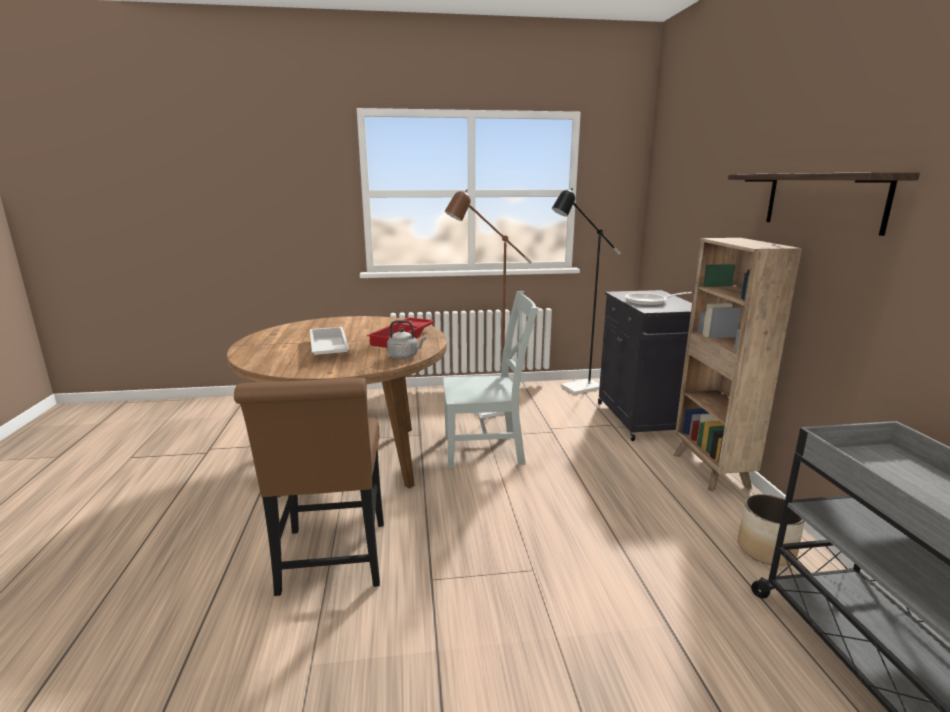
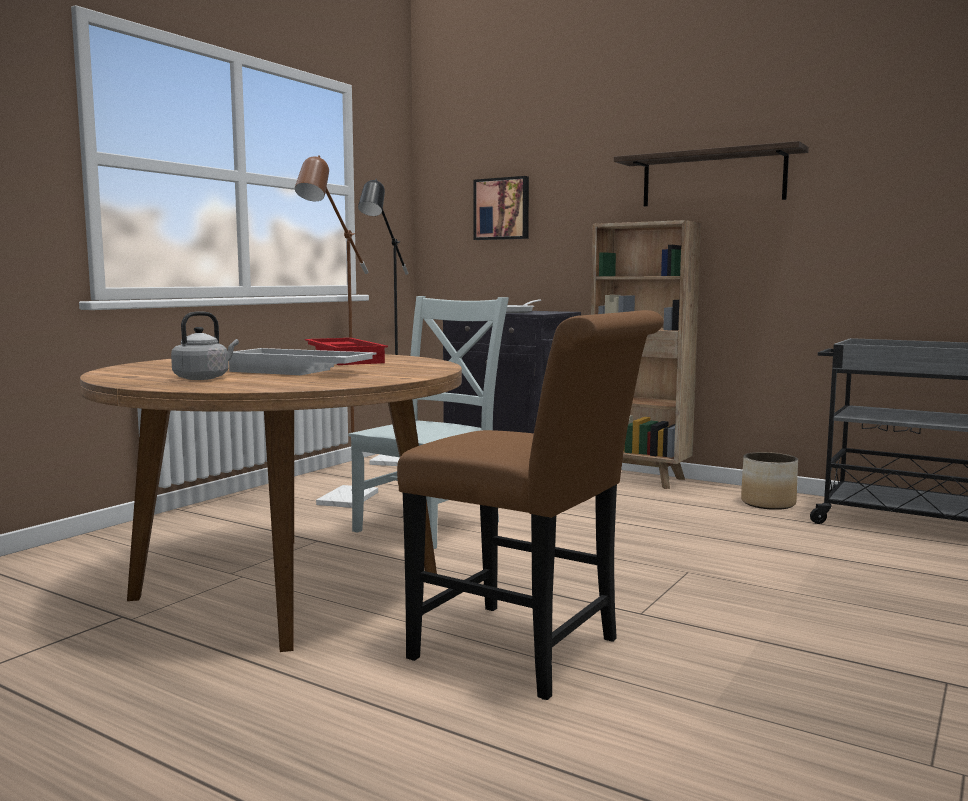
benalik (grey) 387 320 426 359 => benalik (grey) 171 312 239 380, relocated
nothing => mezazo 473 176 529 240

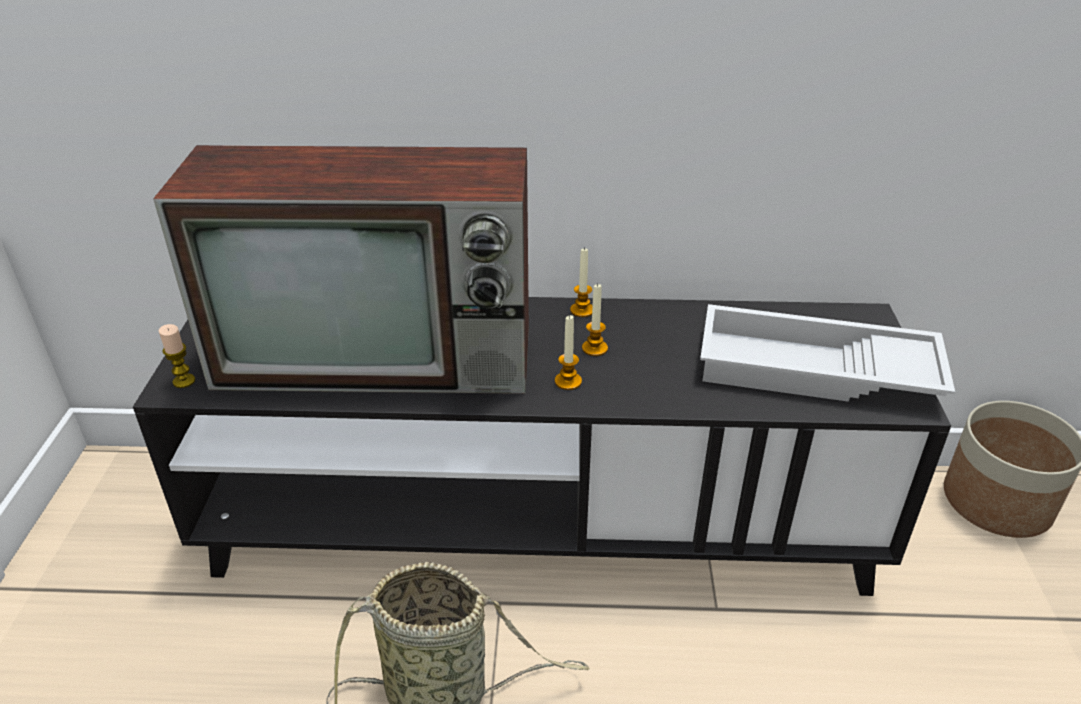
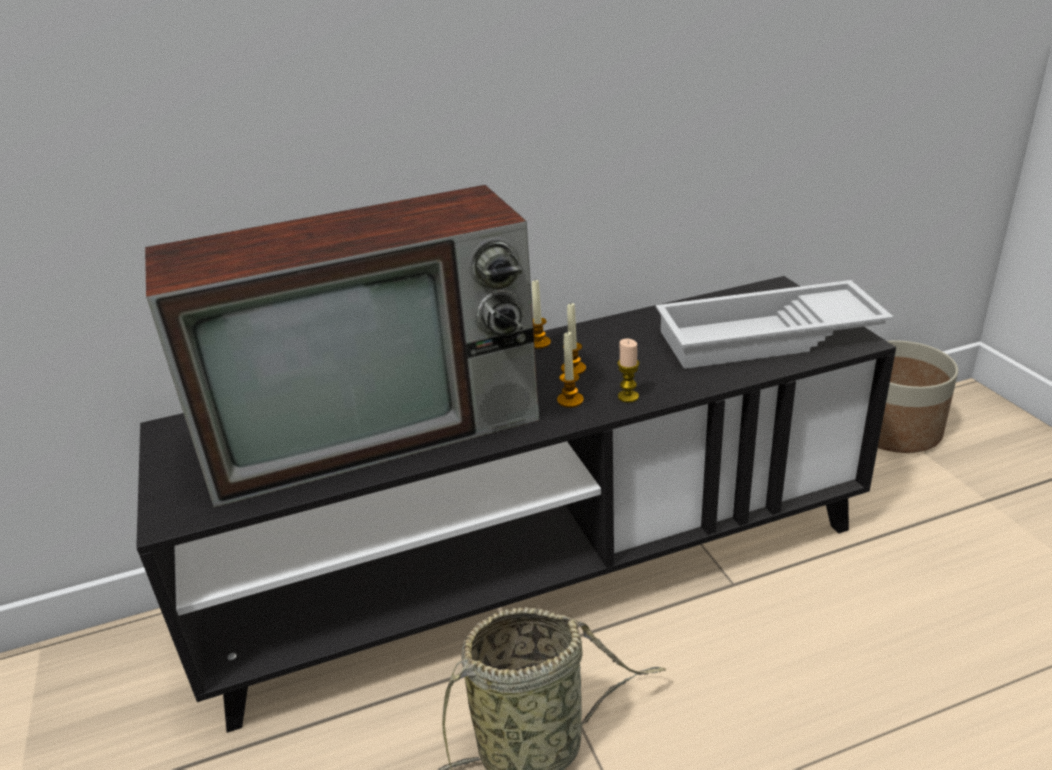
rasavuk 159 324 195 388 => rasavuk 617 339 639 403, relocated

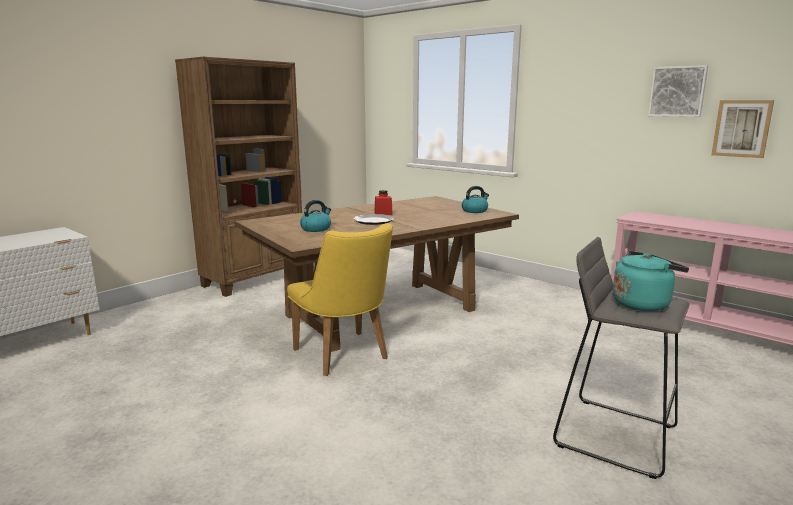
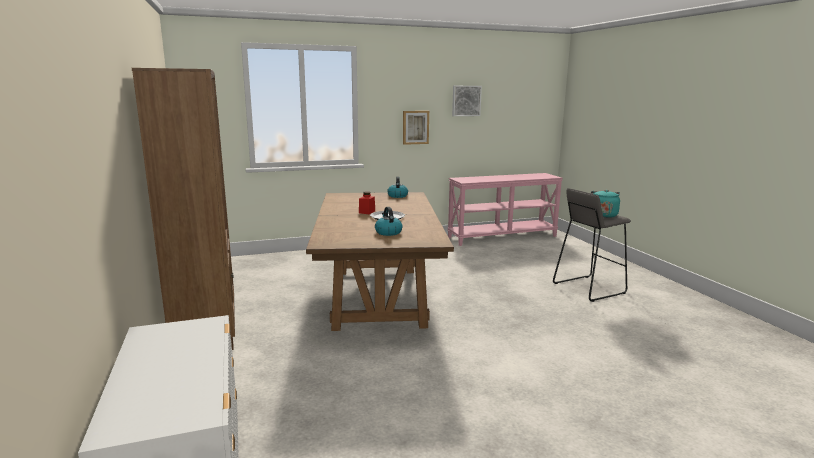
mezazo 711 100 774 158 => mezazo 403 111 429 145, relocated
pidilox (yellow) 287 223 393 376 => nothing

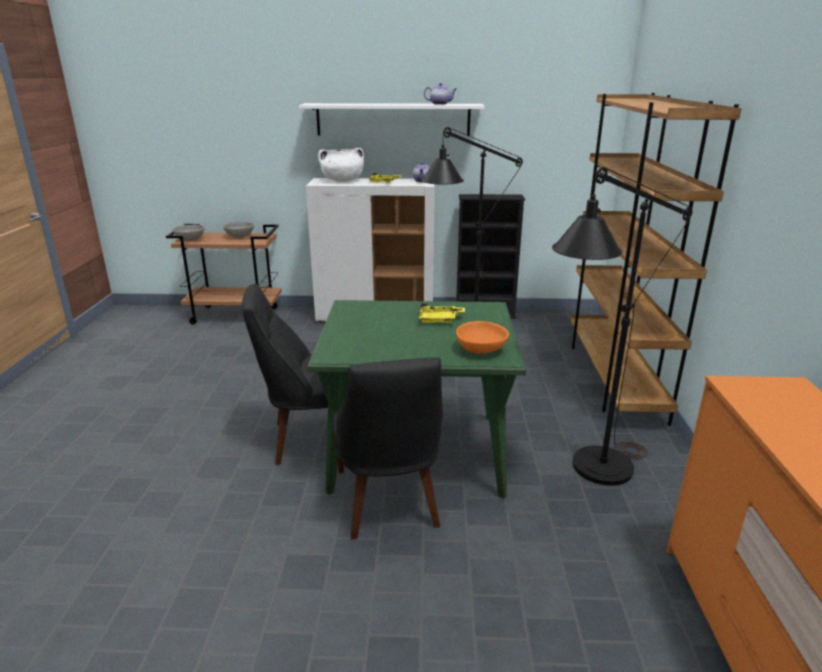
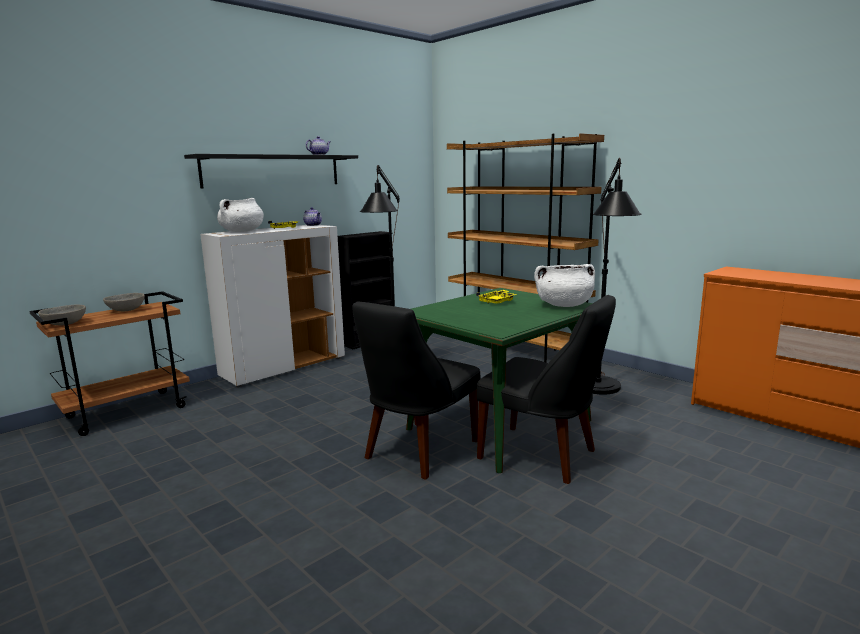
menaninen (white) 299 103 485 136 => menaninen (black) 184 154 358 189
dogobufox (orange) 456 321 509 354 => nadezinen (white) 534 264 595 307

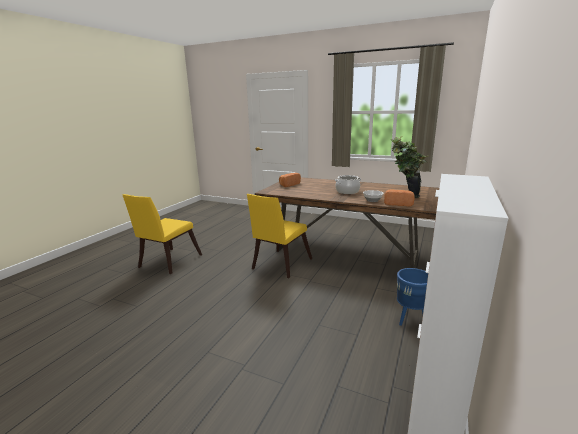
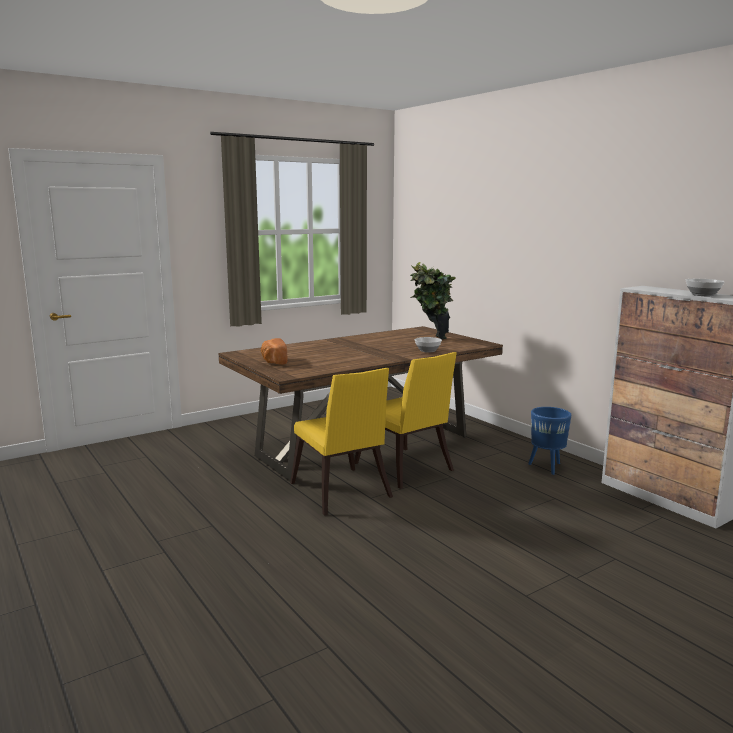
nadezinen 335 175 361 194 => nothing
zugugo 384 189 414 206 => nothing
pidilox (yellow) 122 194 202 274 => pidilox (yellow) 354 352 457 489, relocated
nothing => dogobufox 686 279 725 296

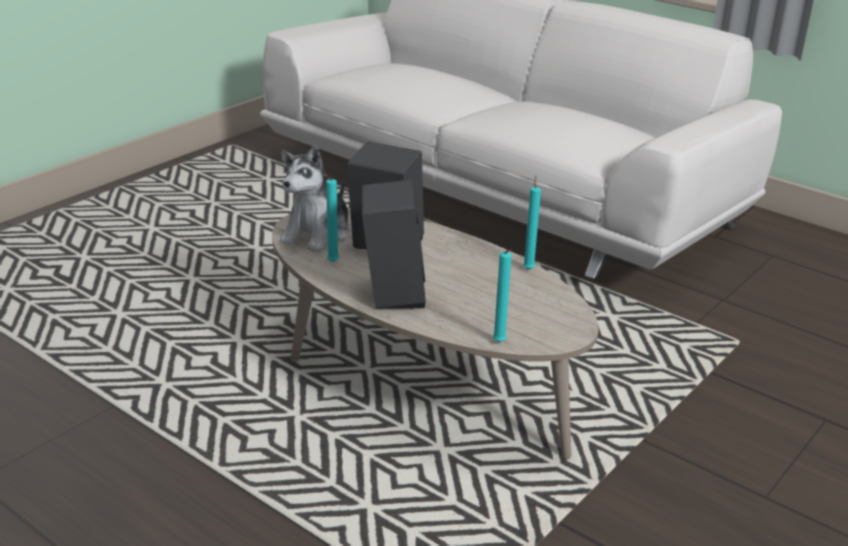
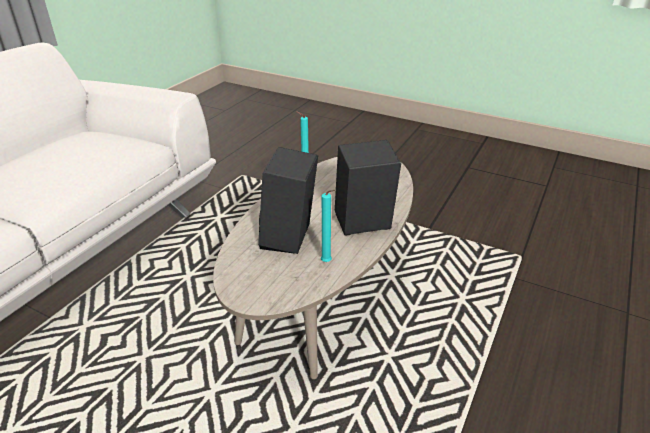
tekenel 280 145 351 253 => nothing
rasavuk (turquoise) 493 249 512 342 => nothing

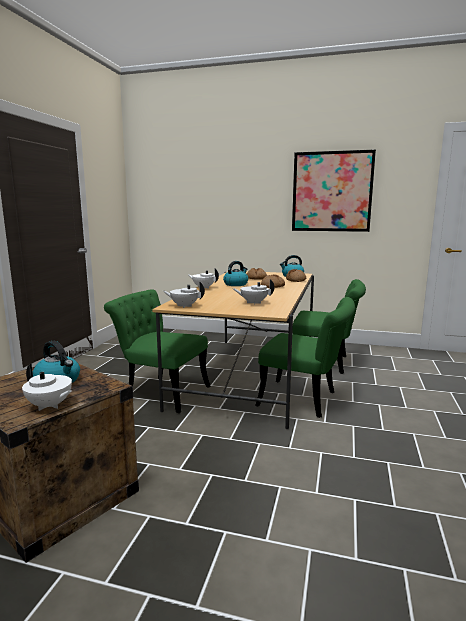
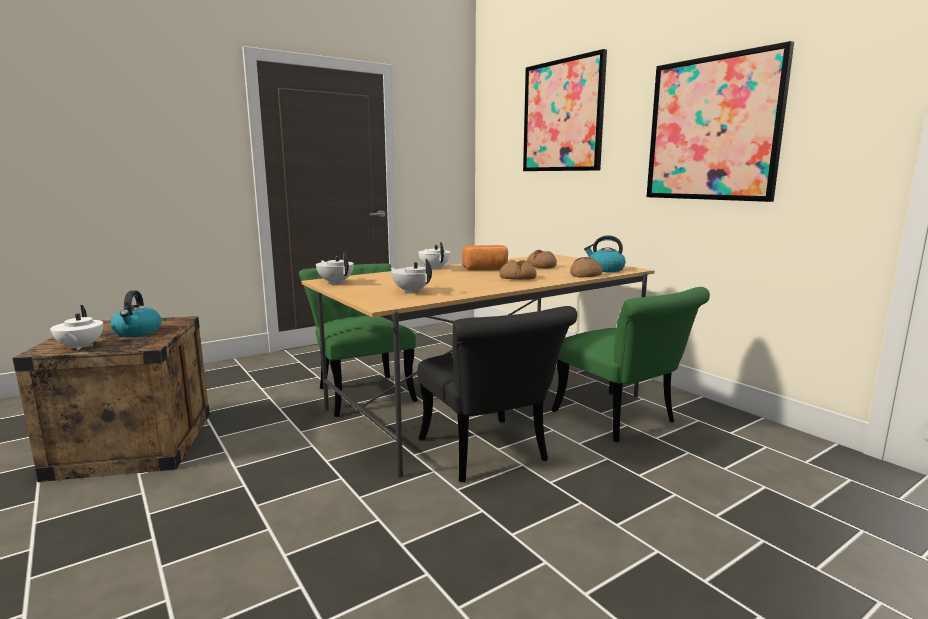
benalik 223 261 248 286 => zugugo 462 245 508 270
pidilox (green) 255 297 355 418 => pidilox (black) 418 306 577 482
nothing => mezazo 523 49 607 171

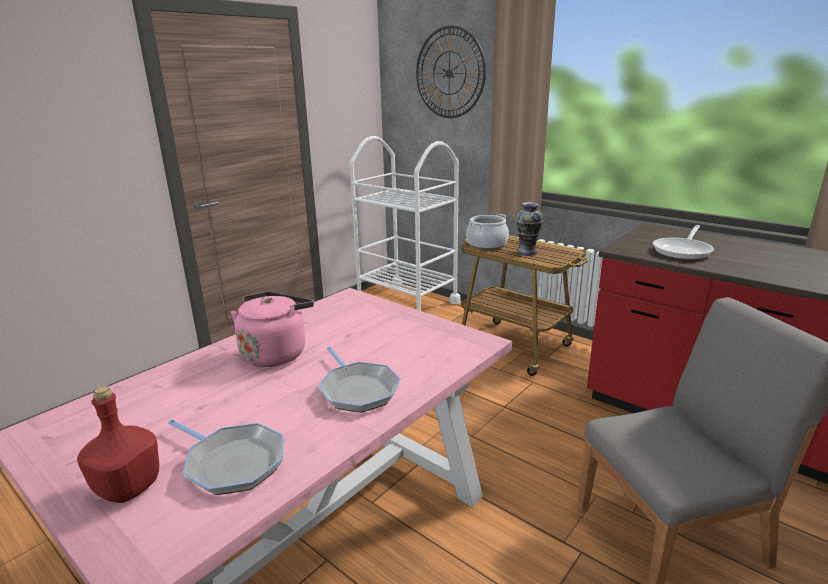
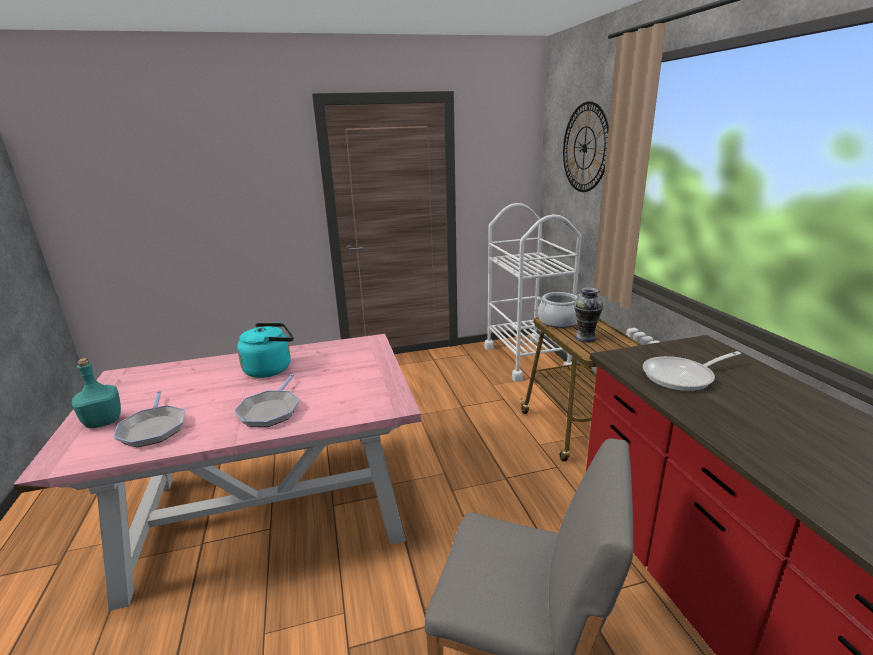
benalik (pink) 231 292 314 367 => benalik (turquoise) 237 323 294 378
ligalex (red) 77 386 159 503 => ligalex (turquoise) 72 358 121 428

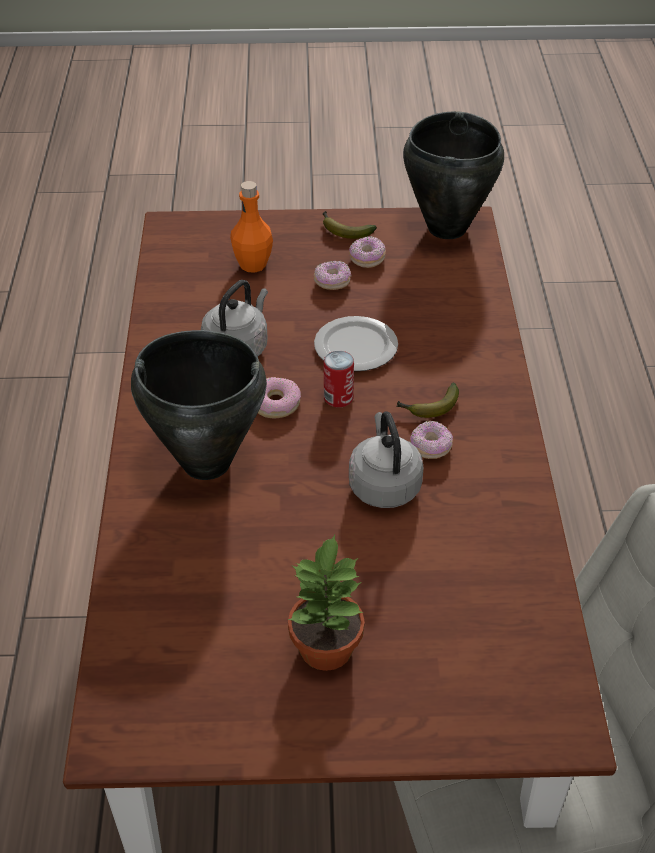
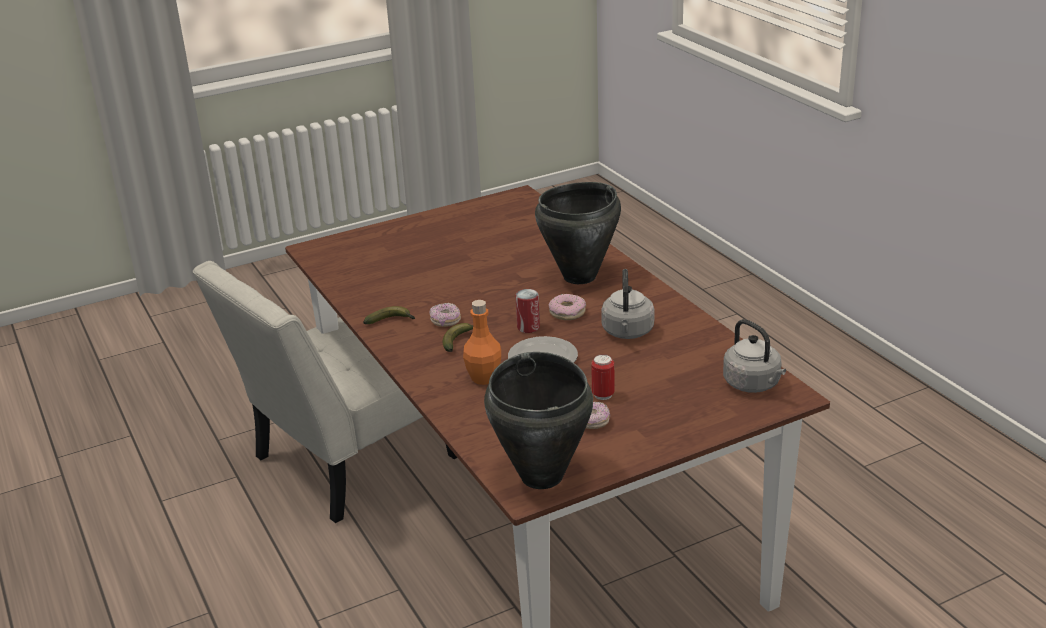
ligalex (orange) 230 181 273 273 => ligalex (orange) 463 300 501 385, relocated
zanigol 323 211 377 239 => zanigol 363 306 415 324, relocated
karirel 314 261 351 290 => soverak 591 354 615 400
benalik (grey) 349 411 424 508 => benalik (grey) 723 319 786 393, relocated
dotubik 288 534 365 671 => nothing

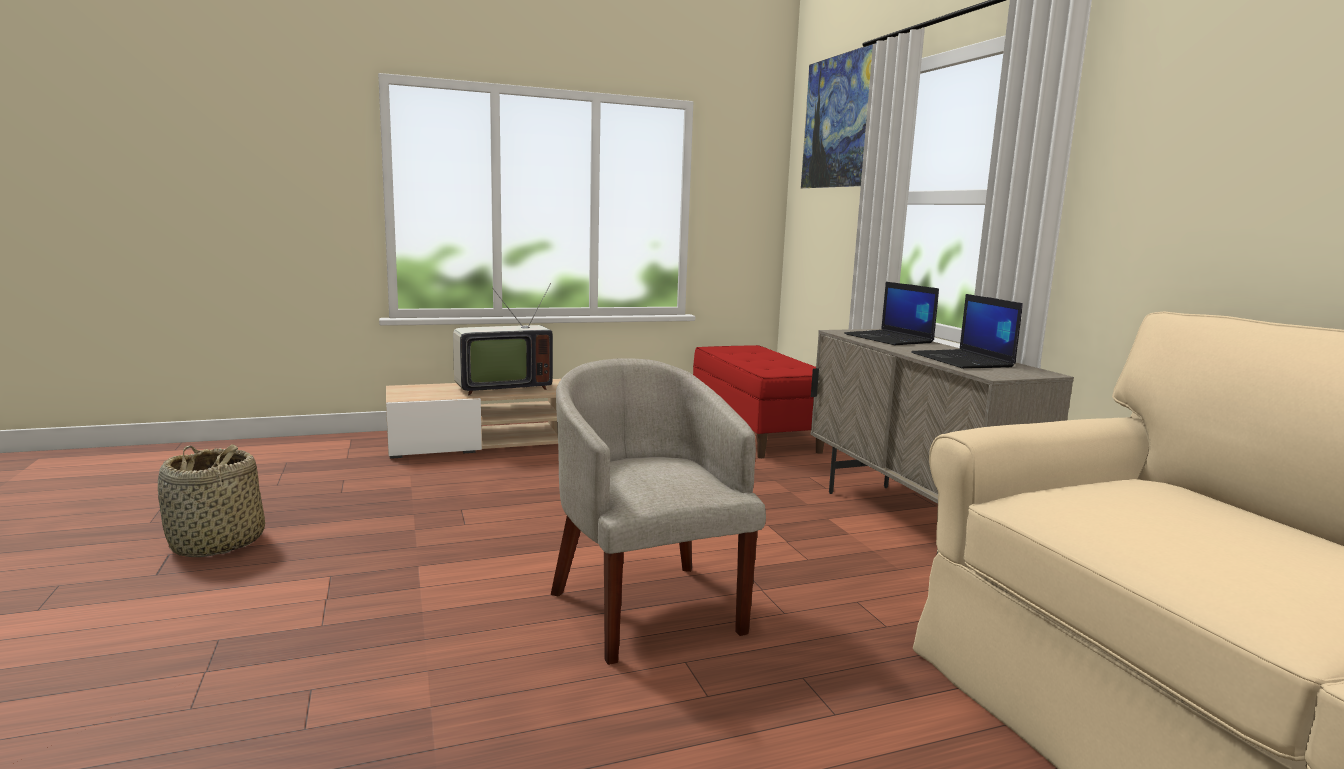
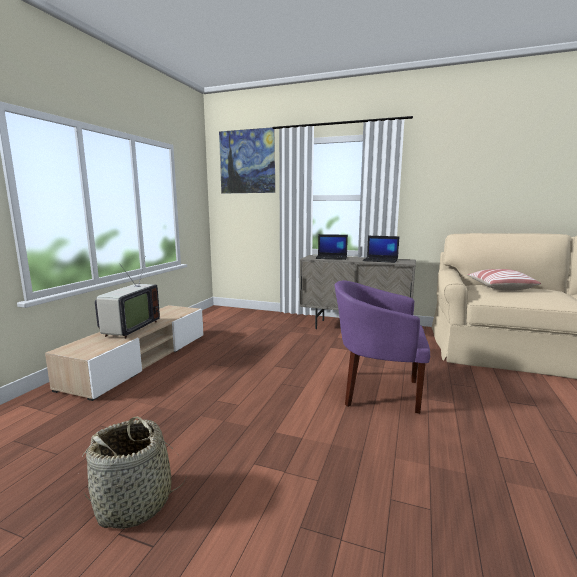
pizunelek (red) 693 345 824 458 => nothing
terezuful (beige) 551 359 766 665 => terezuful (purple) 335 280 430 414
nothing => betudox 467 269 541 291

